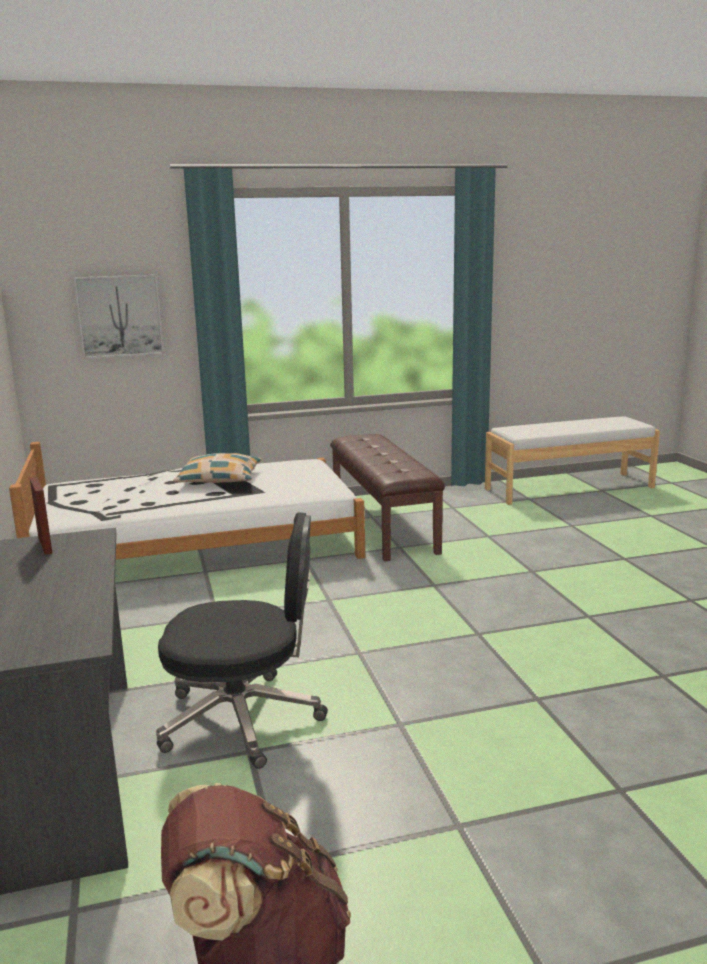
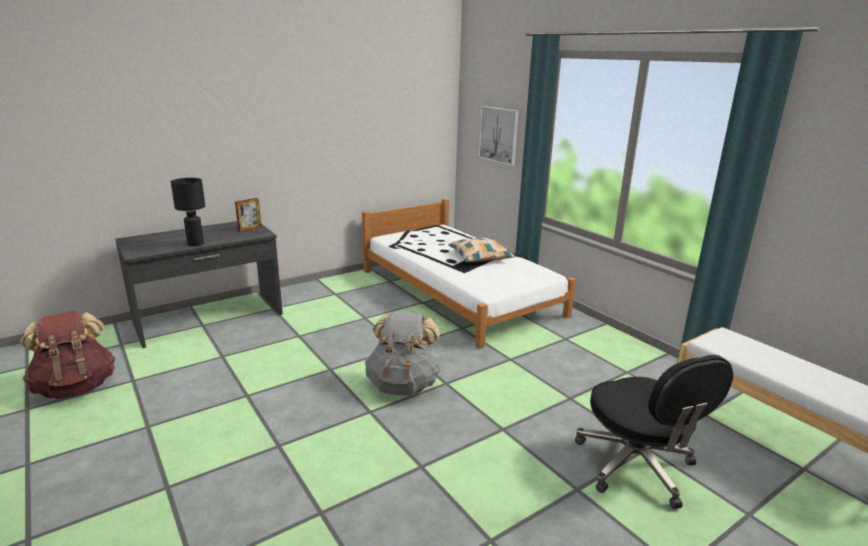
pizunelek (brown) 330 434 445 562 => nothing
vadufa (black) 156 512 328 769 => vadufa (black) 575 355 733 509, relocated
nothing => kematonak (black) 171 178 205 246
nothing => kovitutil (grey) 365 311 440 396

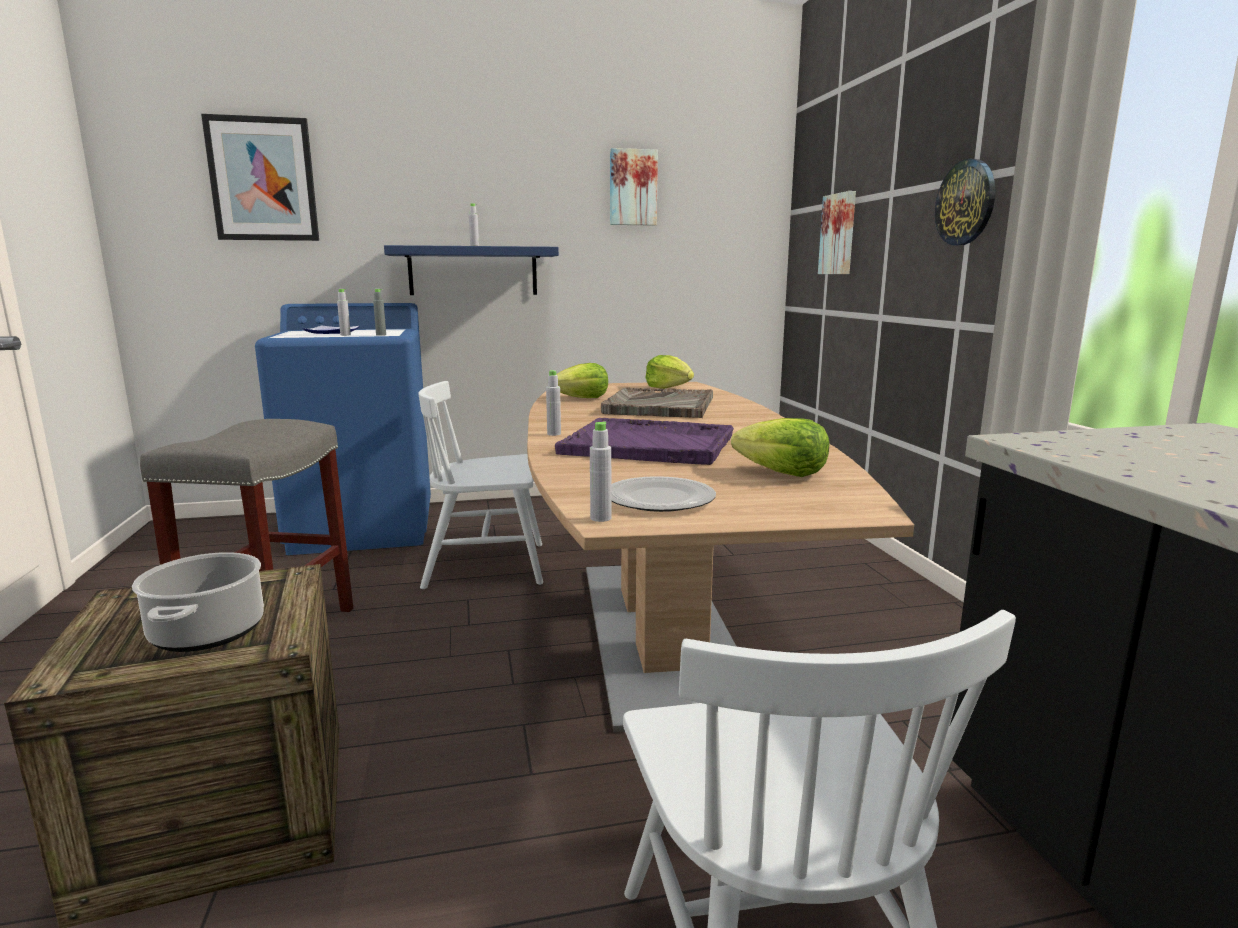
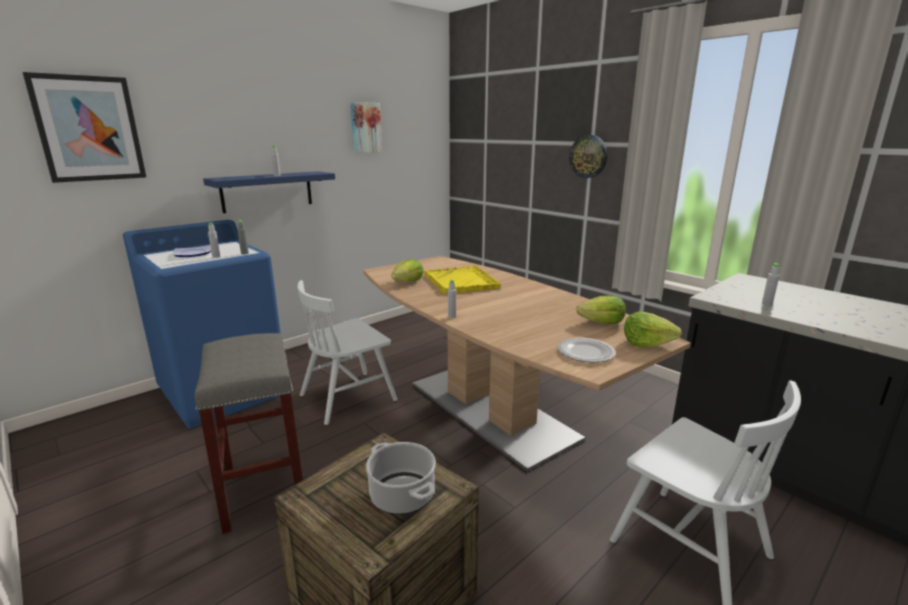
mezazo 818 191 856 274 => nothing
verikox 645 355 694 389 => verikox 624 312 682 347, relocated
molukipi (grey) 601 387 713 418 => molukipi (yellow) 425 265 501 294
molukipi (purple) 555 418 734 465 => nothing
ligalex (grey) 590 421 612 522 => ligalex (grey) 762 263 779 306, relocated

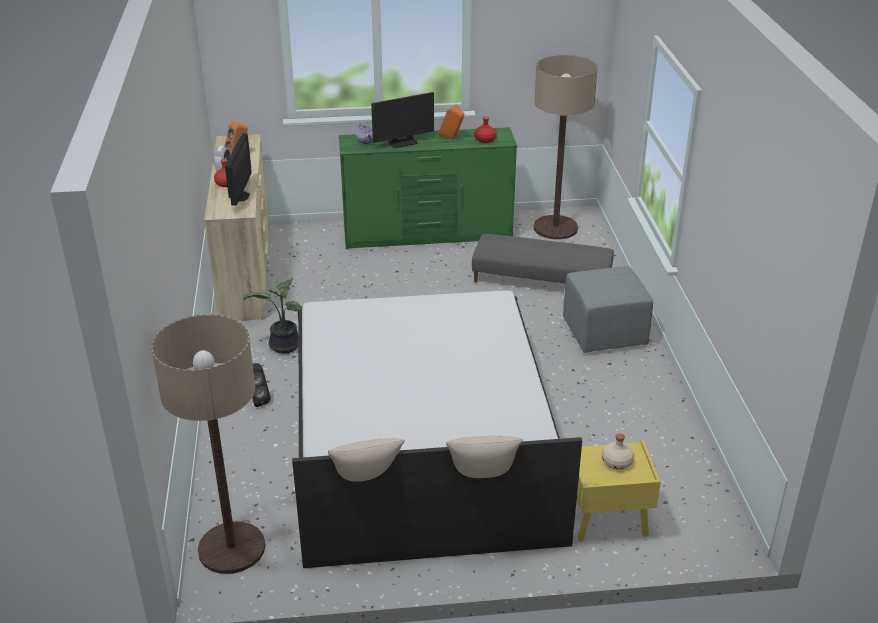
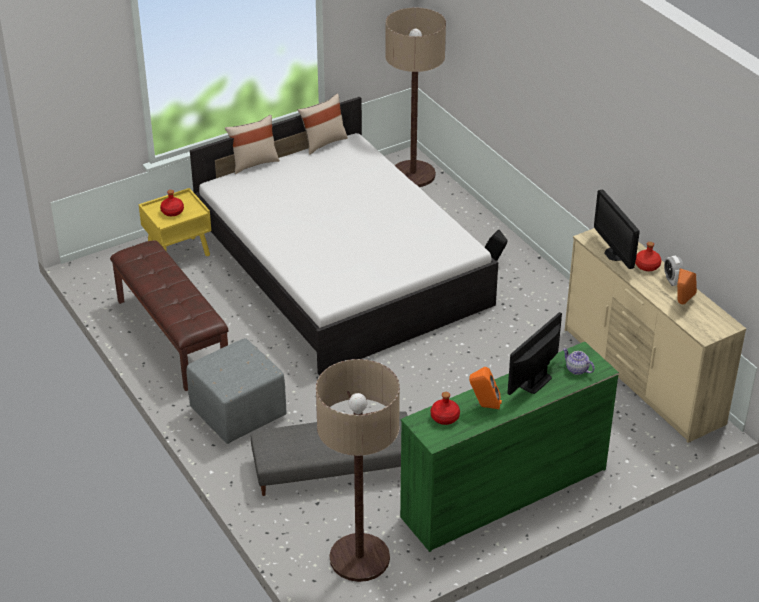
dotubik 244 278 302 353 => nothing
ligalex (beige) 602 434 634 470 => ligalex (red) 160 190 184 216
nothing => pizunelek (brown) 110 241 229 391

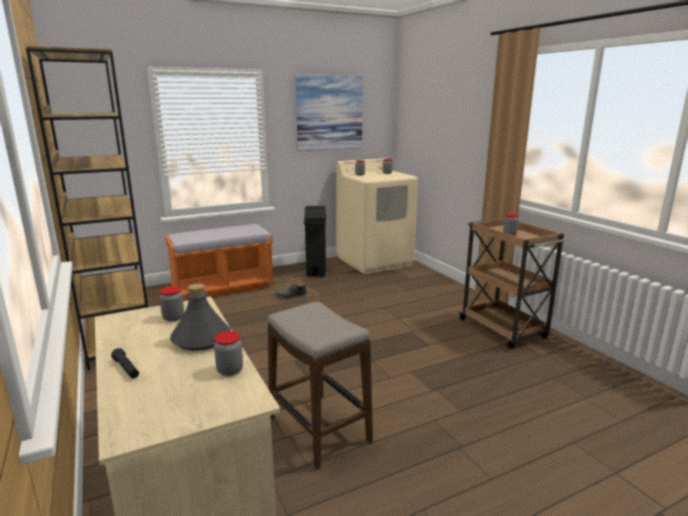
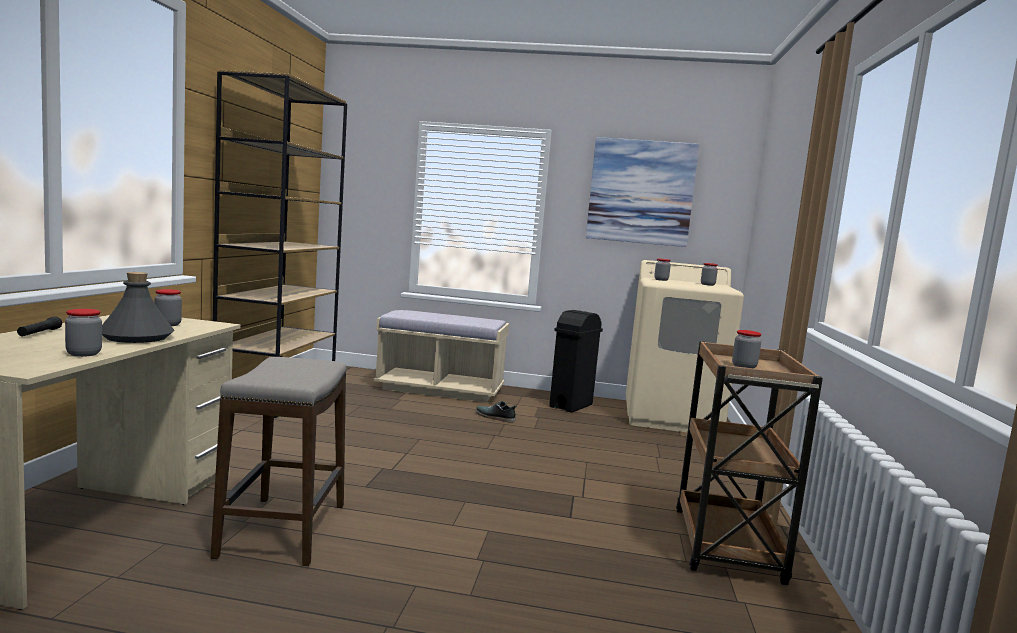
pizunelek (orange) 165 224 275 301 => pizunelek (beige) 374 310 509 403

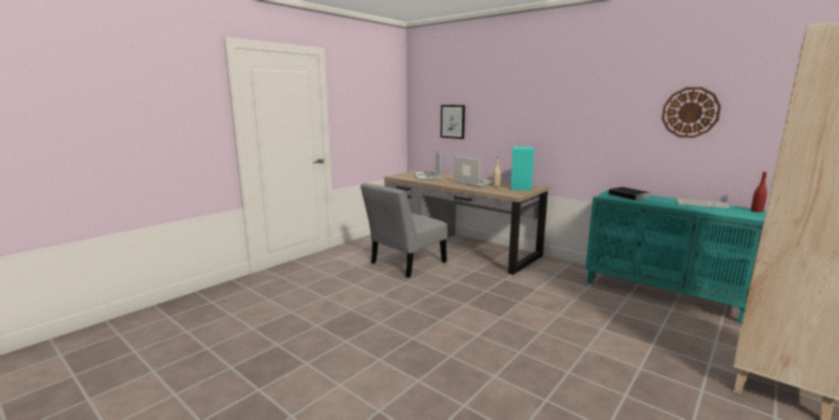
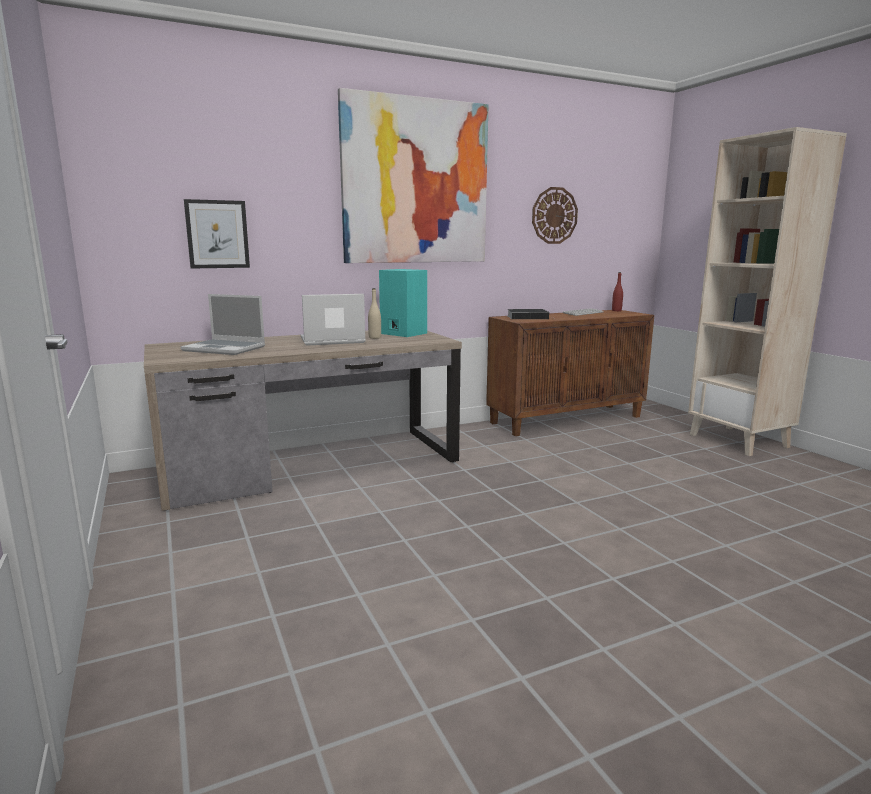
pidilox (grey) 360 183 448 278 => nothing
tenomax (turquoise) 585 190 766 324 => tenomax (brown) 486 310 654 436
nothing => mezazo 338 88 488 263

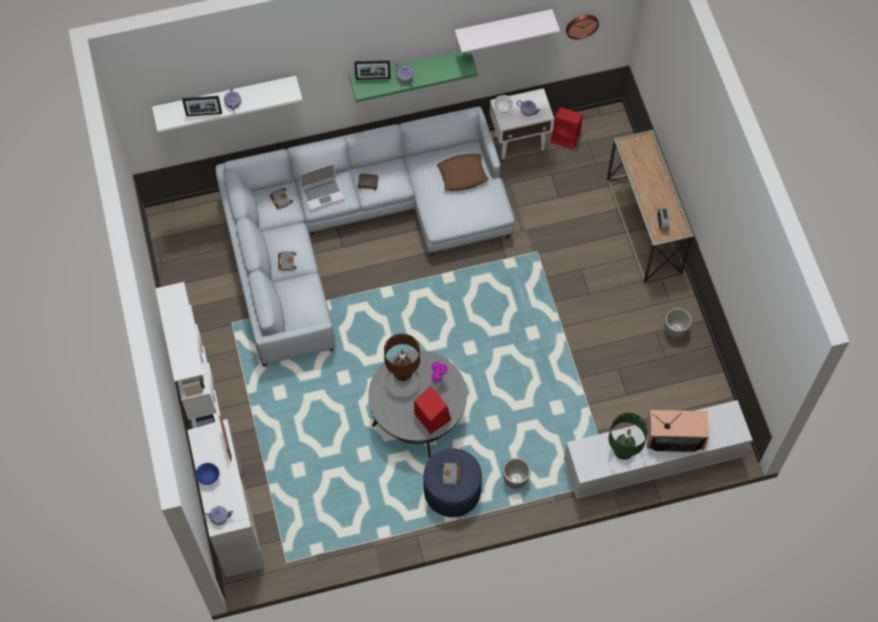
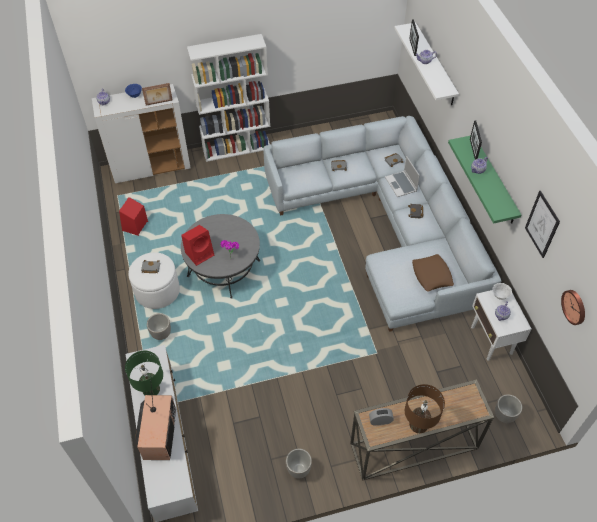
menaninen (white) 455 9 560 53 => mezazo 525 191 560 258
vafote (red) 551 107 583 150 => vafote (red) 119 197 148 236, relocated
kematonak (brown) 384 334 420 381 => kematonak (brown) 405 384 445 434, relocated
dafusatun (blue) 424 448 482 517 => dafusatun (white) 128 252 180 309
nothing => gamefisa 495 394 522 423

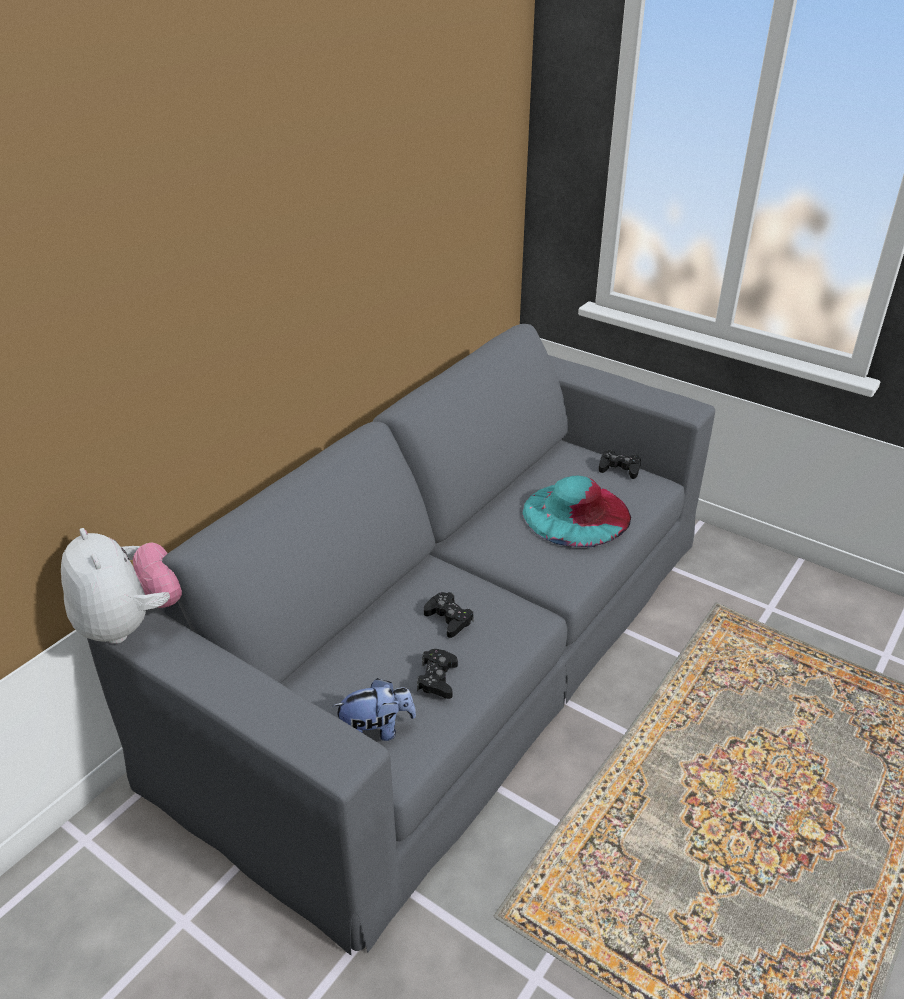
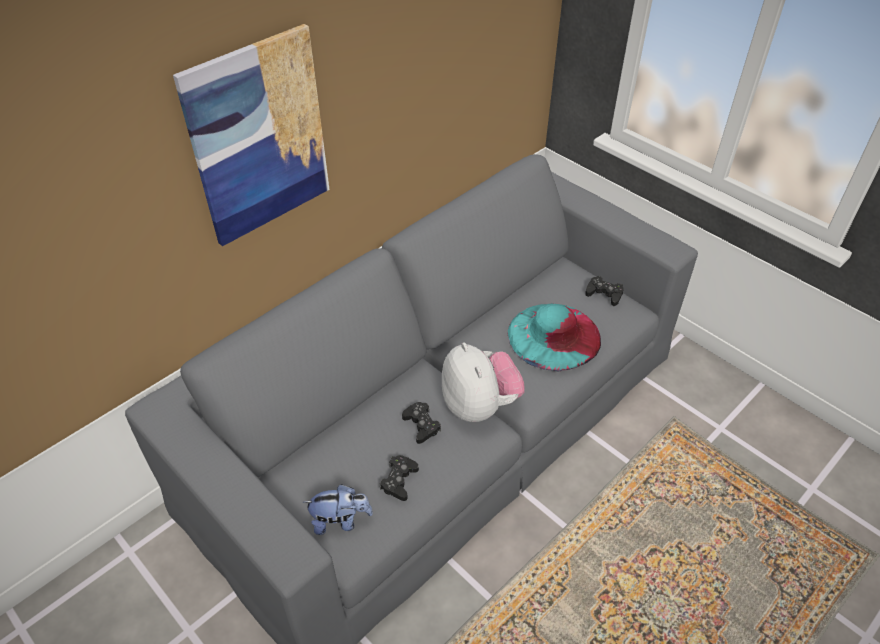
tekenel 61 528 182 644 => tekenel 442 342 525 422, relocated
nothing => mezazo 173 24 330 246

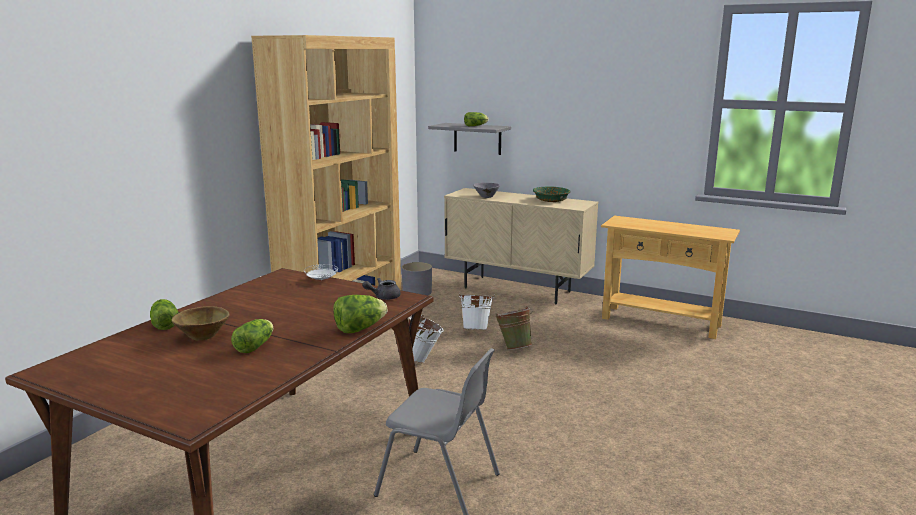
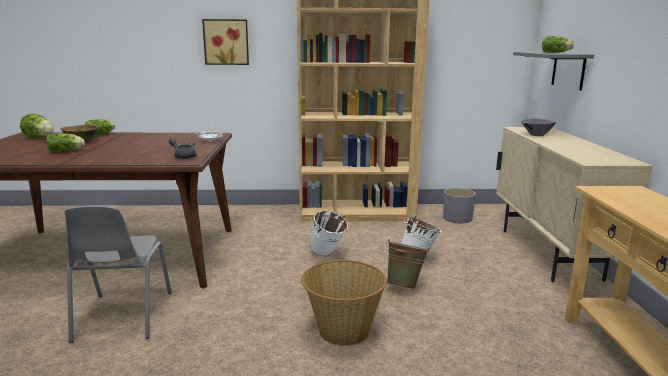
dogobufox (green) 533 186 570 202 => nothing
verikox 333 295 388 333 => verikox 20 114 54 138, relocated
nothing => mezazo 202 19 249 65
nothing => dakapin 301 260 387 346

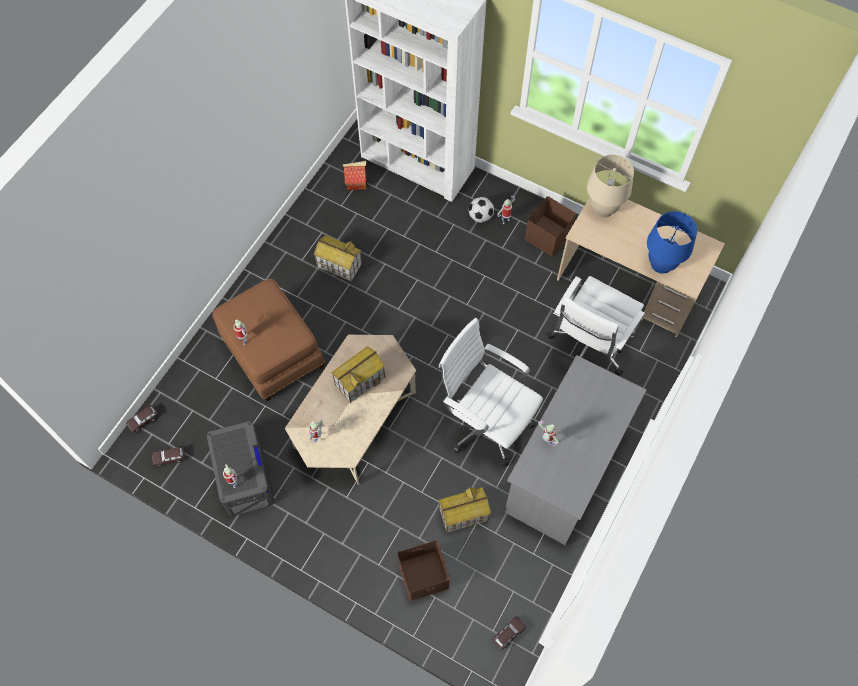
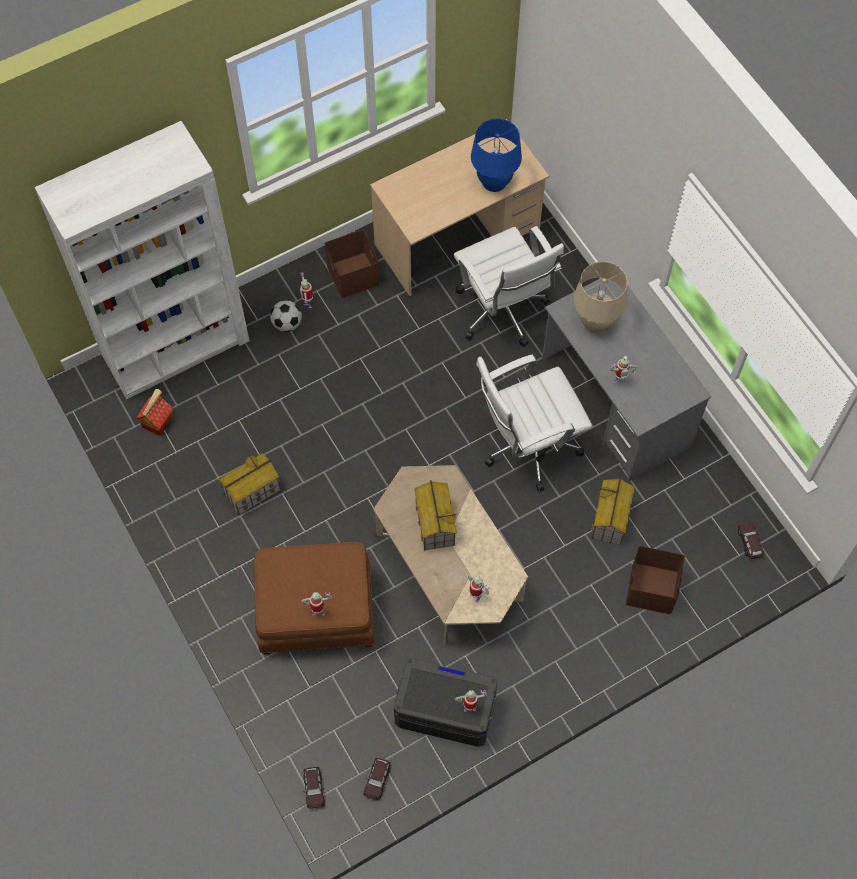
kematonak (beige) 587 154 634 218 => kematonak (beige) 574 261 628 333, relocated

